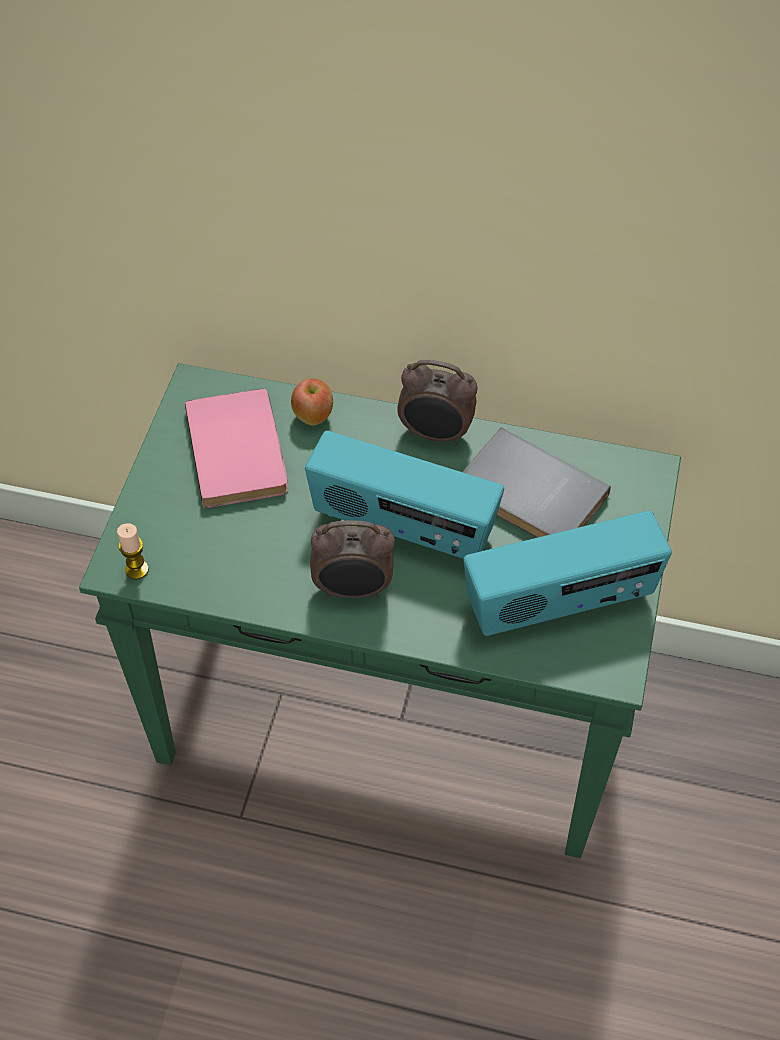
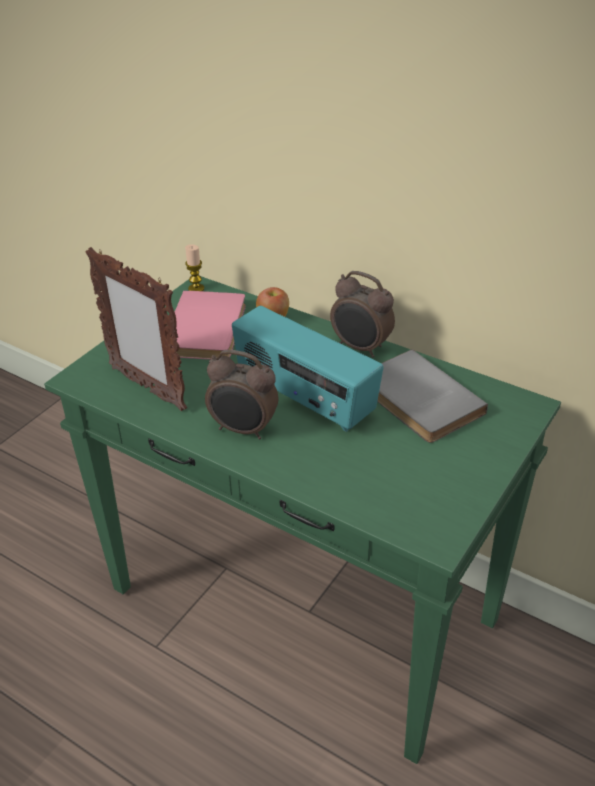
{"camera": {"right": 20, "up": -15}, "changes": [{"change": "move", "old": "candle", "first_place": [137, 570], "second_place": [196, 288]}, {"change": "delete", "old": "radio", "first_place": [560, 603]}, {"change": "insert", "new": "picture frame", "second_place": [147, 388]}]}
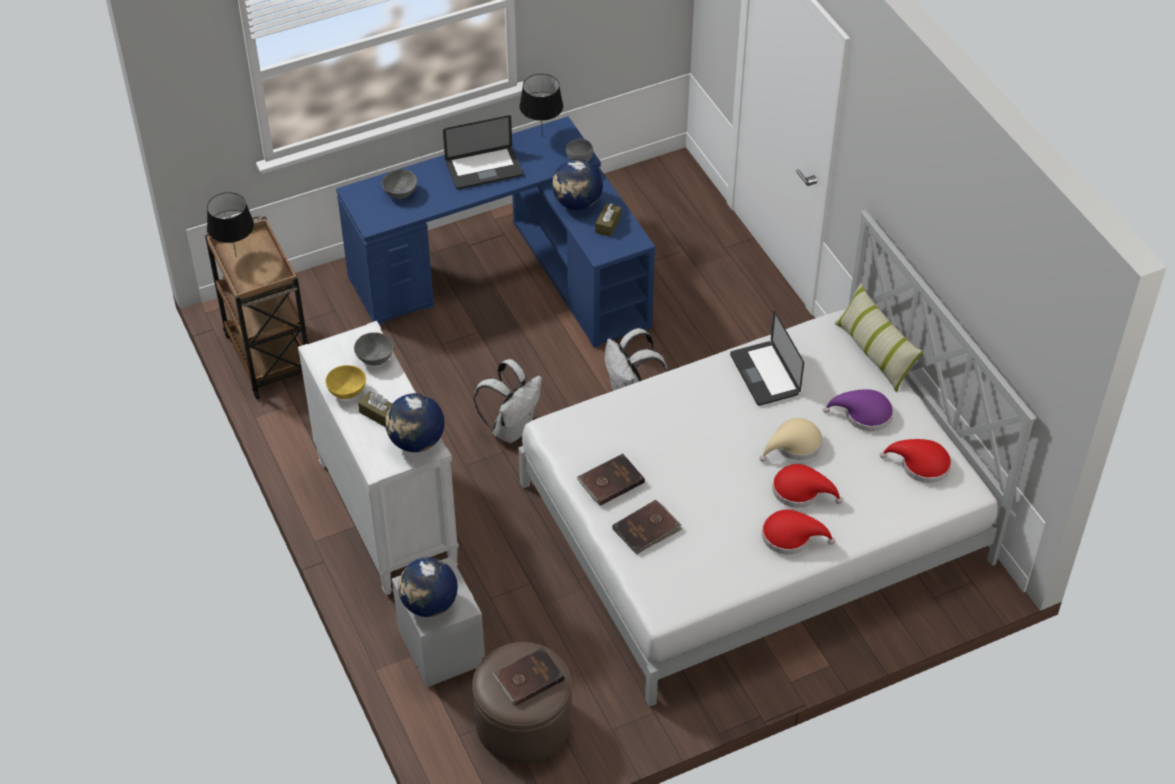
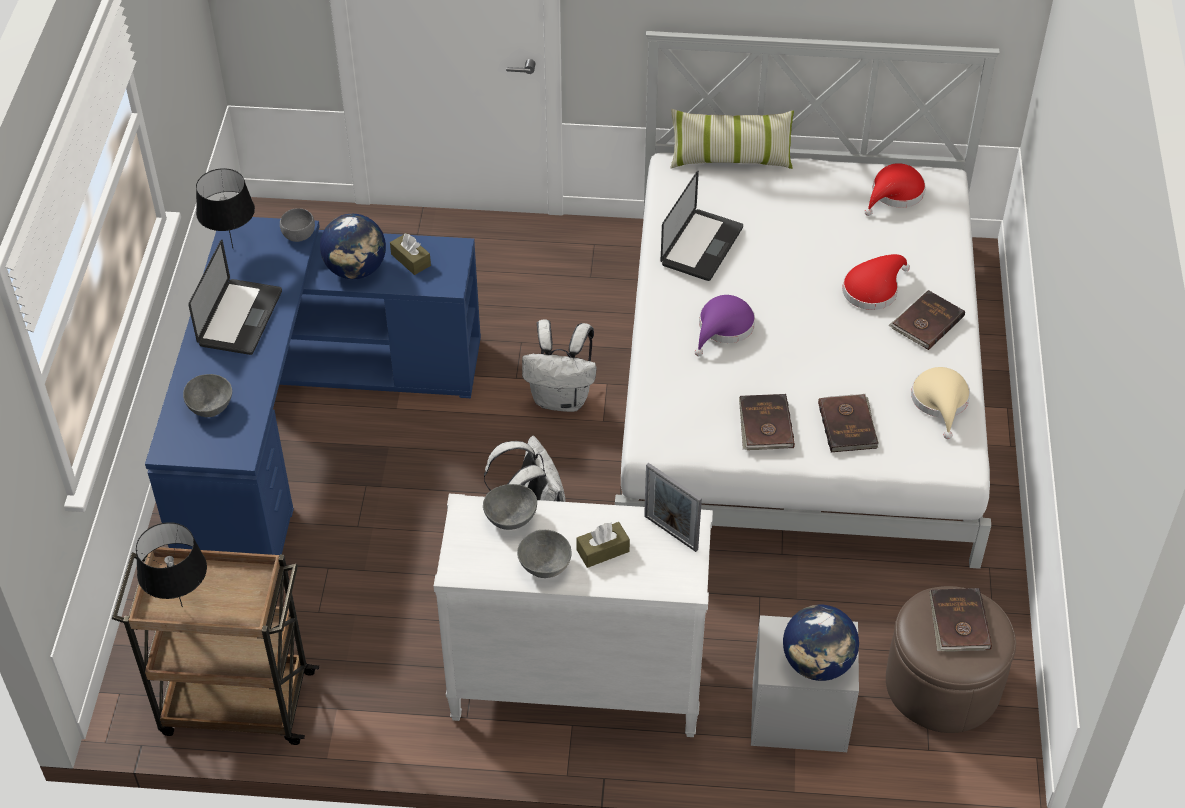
{"camera": {"right": -60, "up": 0}, "changes": [{"change": "recolor", "old": "bowl/yellow", "new": "bowl/grey", "first_place": [346, 392], "second_place": [544, 567]}, {"change": "replace", "old": "globe", "new": "picture frame", "first_place": [416, 442], "second_place": [671, 533]}, {"change": "rotate", "old": "laptop", "first_place": [764, 374], "second_place": [701, 246], "degrees": -75}, {"change": "move", "old": "hat/beige", "first_place": [794, 445], "second_place": [940, 402]}, {"change": "replace", "old": "hat/red", "new": "book/brown", "first_place": [791, 536], "second_place": [926, 322]}, {"change": "move", "old": "hat/purple", "first_place": [863, 414], "second_place": [723, 328]}]}
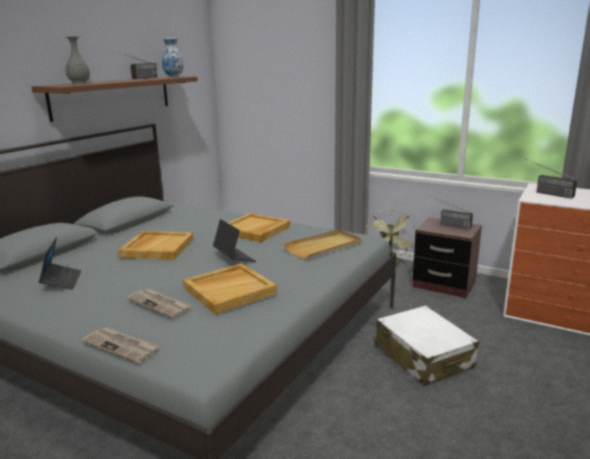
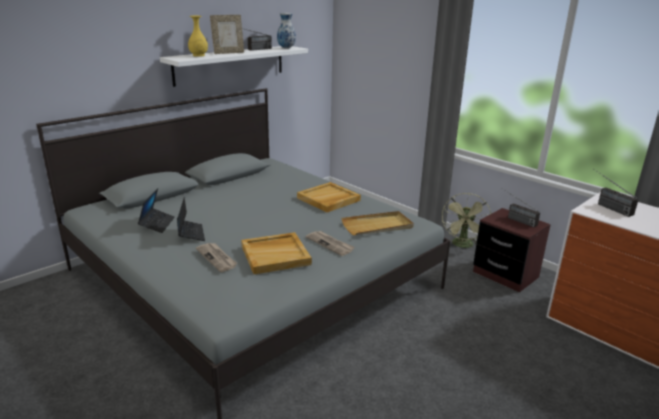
{"camera": {"right": 15, "up": 5}, "changes": [{"change": "recolor", "old": "shelf/brown", "new": "shelf/white", "first_place": [113, 96], "second_place": [230, 64]}, {"change": "recolor", "old": "vase/grey", "new": "vase/yellow", "first_place": [79, 83], "second_place": [198, 55]}, {"change": "move", "old": "newspaper", "first_place": [121, 346], "second_place": [330, 244]}, {"change": "delete", "old": "tray/beige", "first_place": [157, 248]}, {"change": "move", "old": "laptop", "first_place": [234, 258], "second_place": [190, 234]}, {"change": "delete", "old": "suitcase/white", "first_place": [423, 357]}, {"change": "insert", "new": "picture frame", "second_place": [228, 53]}]}
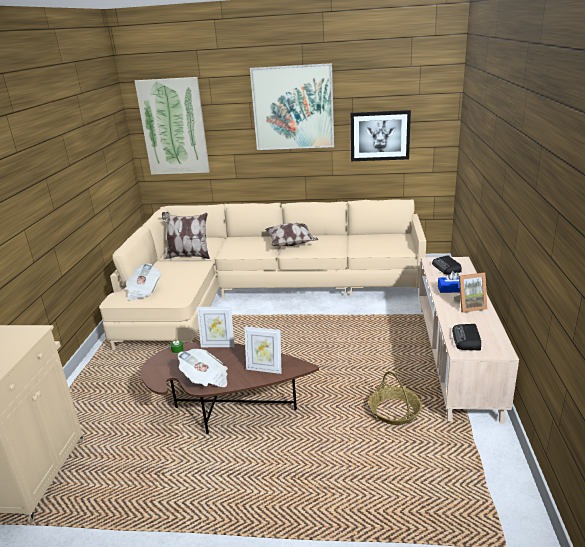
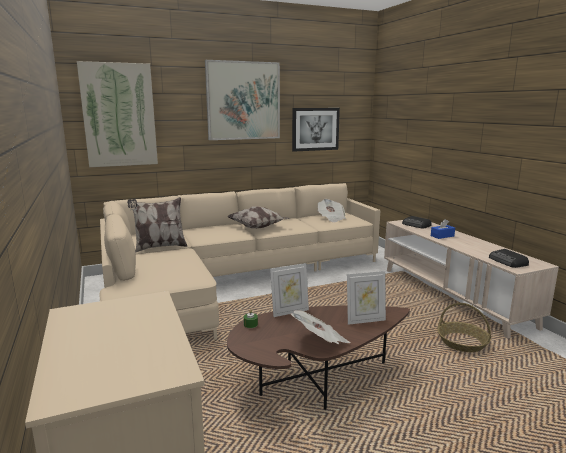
{"camera": {"right": -30, "up": -10}, "changes": [{"change": "move", "old": "newspaper", "first_place": [143, 291], "second_place": [331, 218]}, {"change": "delete", "old": "picture frame", "first_place": [469, 306]}]}
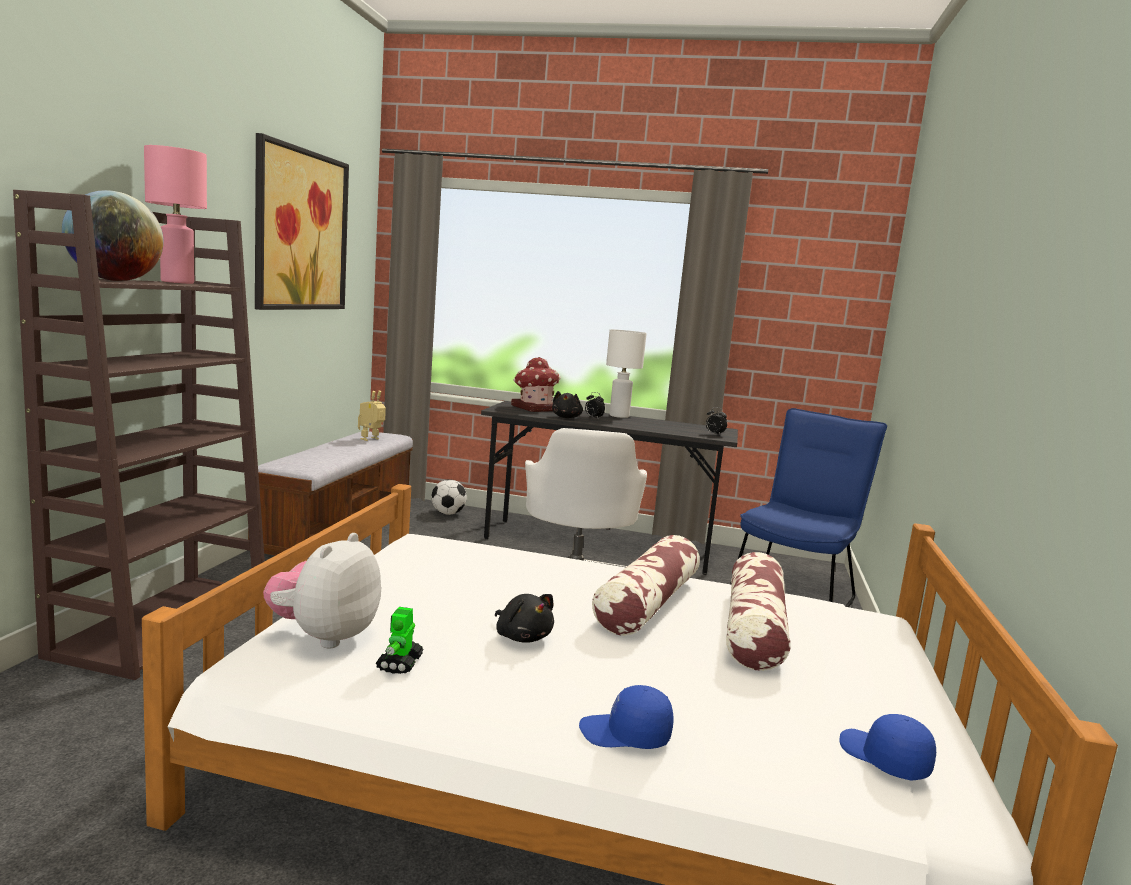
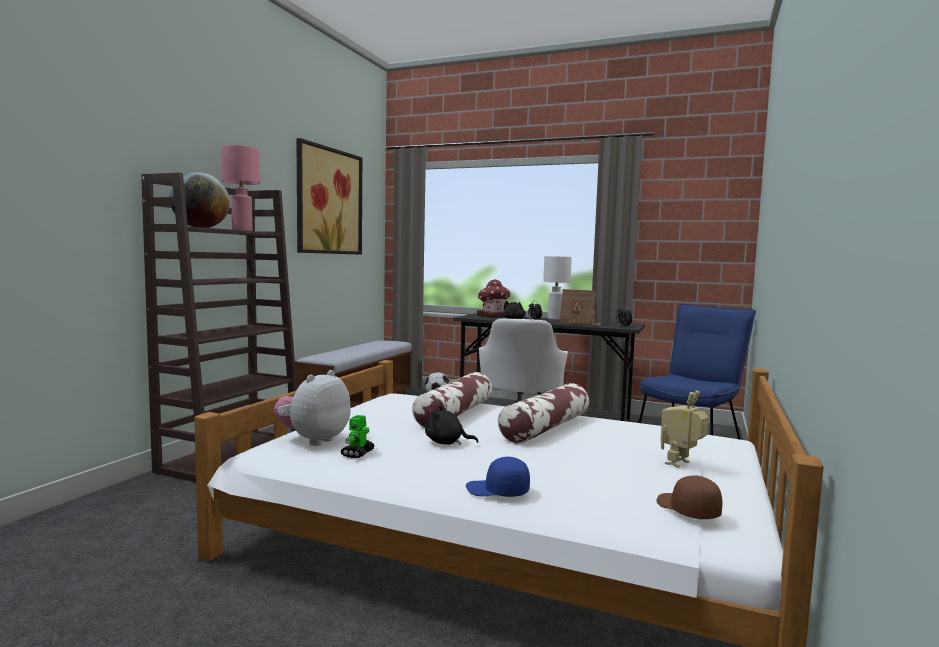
{"camera": {"right": 10, "up": -5}, "changes": [{"change": "move", "old": "toy robot", "first_place": [371, 439], "second_place": [681, 464]}, {"change": "rotate", "old": "plush toy/black", "first_place": [522, 637], "second_place": [446, 443], "degrees": 135}, {"change": "move", "old": "pillow", "first_place": [754, 629], "second_place": [454, 414]}, {"change": "recolor", "old": "cap/blue", "new": "cap/brown", "first_place": [883, 759], "second_place": [687, 510]}, {"change": "insert", "new": "toy house", "second_place": [580, 323]}]}
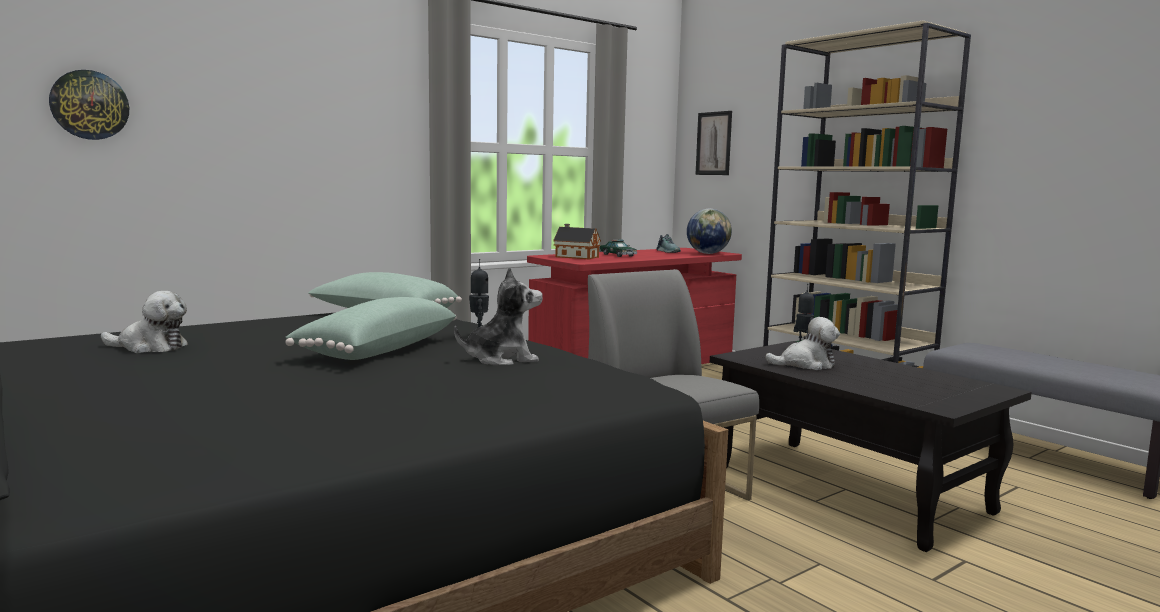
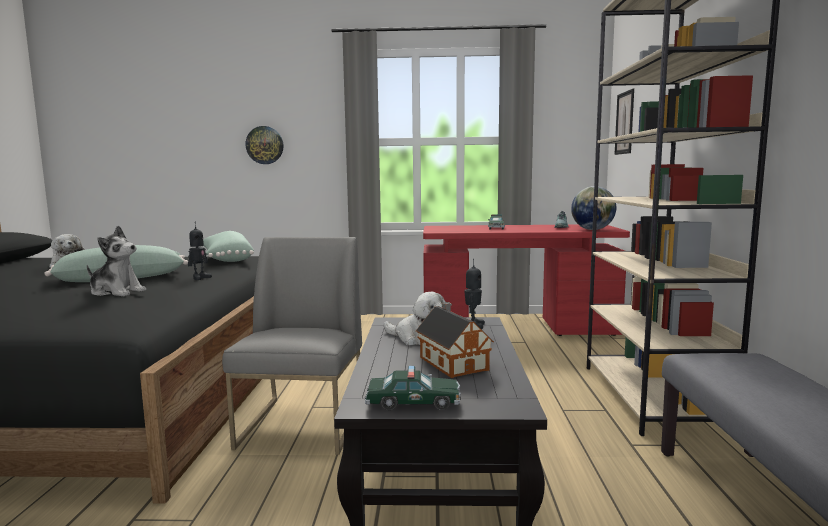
{"camera": {"right": 40, "up": 0}, "changes": [{"change": "move", "old": "wall clock", "first_place": [89, 105], "second_place": [264, 145]}, {"change": "move", "old": "toy house", "first_place": [575, 257], "second_place": [452, 362]}, {"change": "insert", "new": "toy car", "second_place": [413, 402]}]}
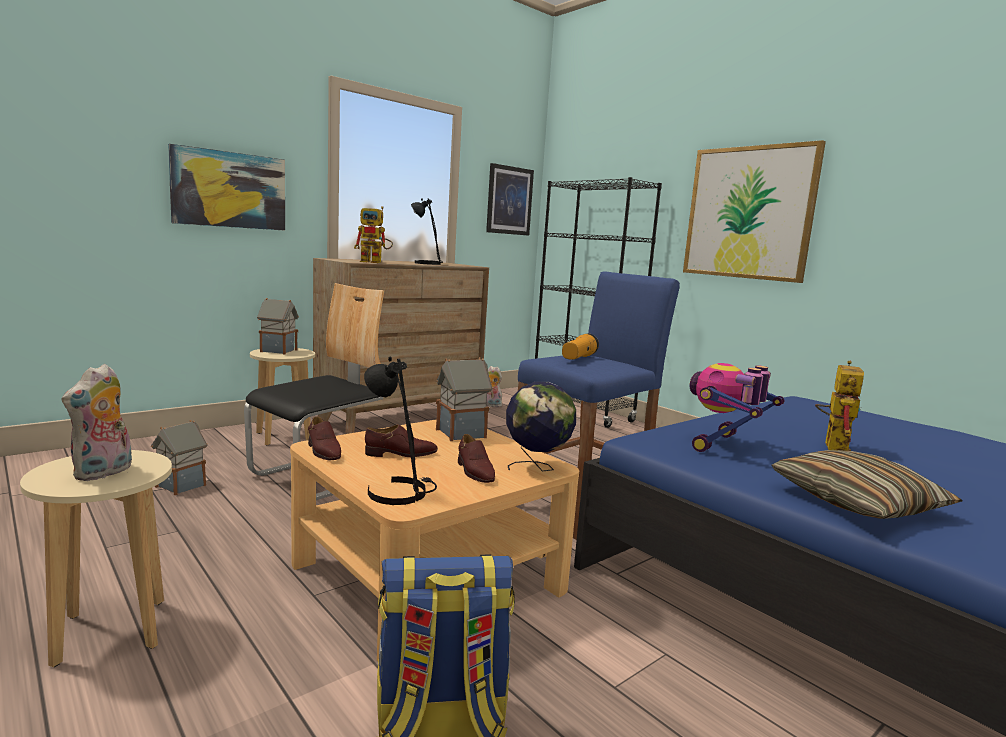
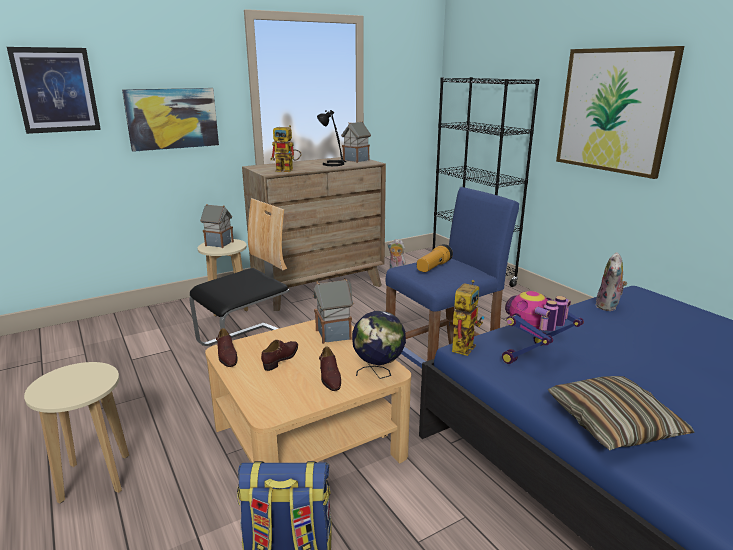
{"camera": {"right": 10, "up": 10}, "changes": [{"change": "move", "old": "plush toy", "first_place": [104, 473], "second_place": [608, 306]}, {"change": "move", "old": "toy house", "first_place": [181, 485], "second_place": [356, 160]}, {"change": "delete", "old": "table lamp/black", "first_place": [399, 491]}, {"change": "rotate", "old": "shoe/brown", "first_place": [401, 454], "second_place": [281, 358], "degrees": -60}, {"change": "move", "old": "picture", "first_place": [509, 200], "second_place": [56, 90]}, {"change": "move", "old": "toy robot", "first_place": [832, 445], "second_place": [463, 345]}]}
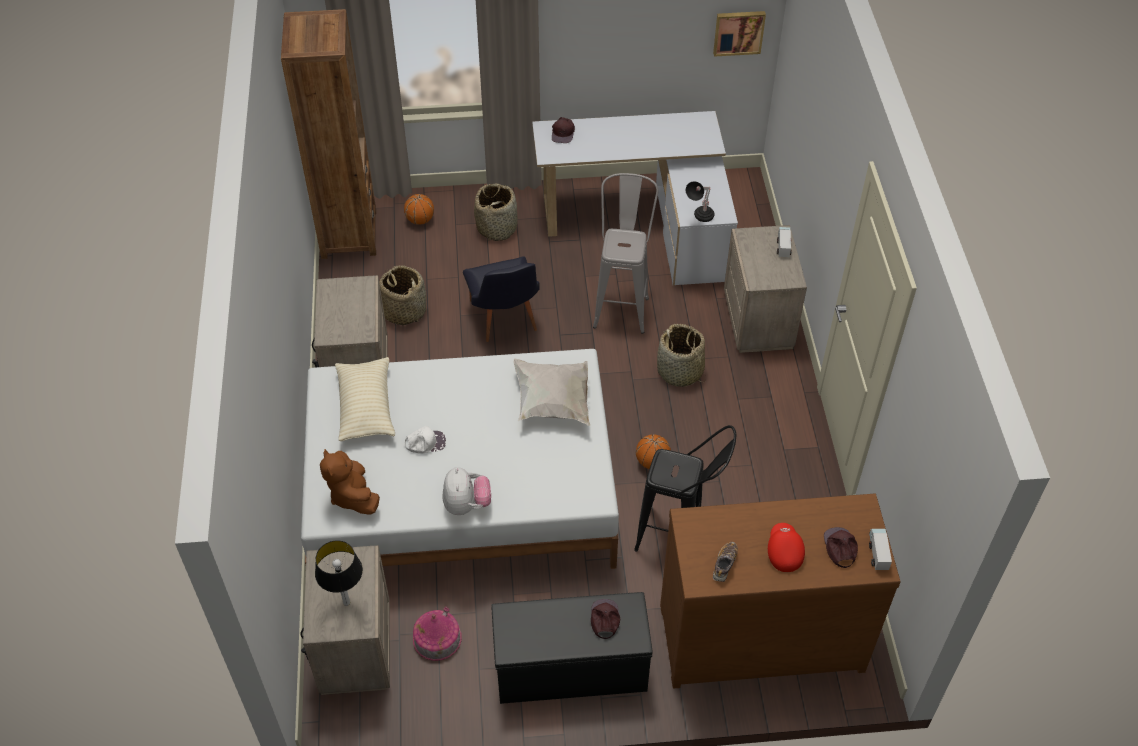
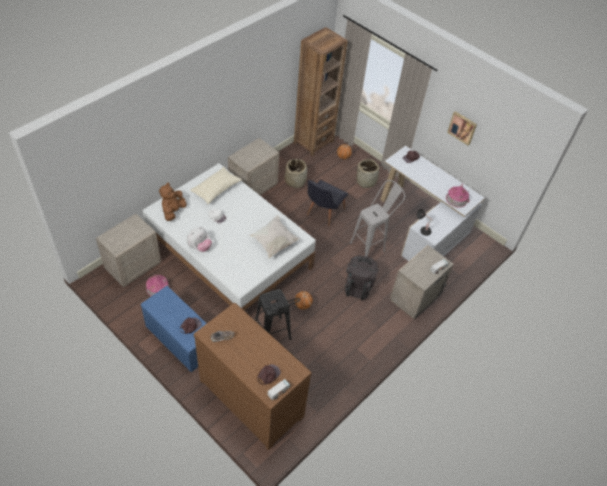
{"camera": {"right": 45, "up": 0}, "changes": [{"change": "delete", "old": "table lamp", "first_place": [347, 602]}, {"change": "recolor", "old": "bench/black", "new": "bench/blue", "first_place": [569, 668], "second_place": [179, 339]}, {"change": "replace", "old": "basket", "new": "backpack/black", "first_place": [680, 372], "second_place": [358, 286]}, {"change": "move", "old": "picture", "first_place": [738, 32], "second_place": [462, 127]}, {"change": "delete", "old": "cap/red", "first_place": [783, 552]}, {"change": "insert", "new": "toy house", "second_place": [456, 199]}]}
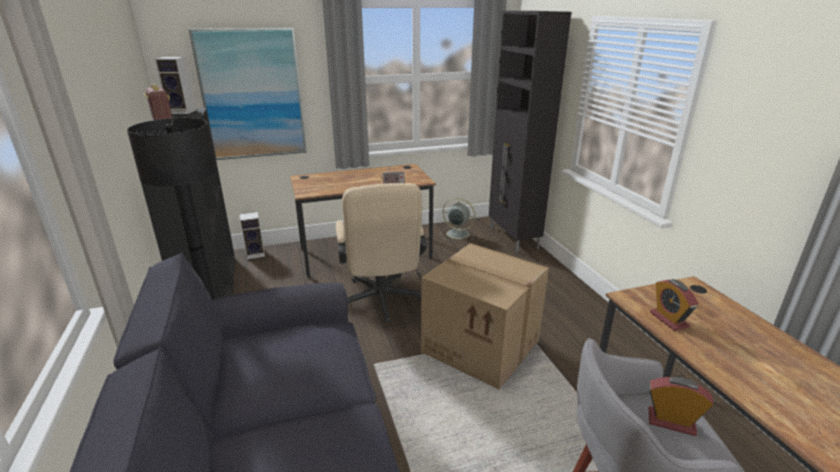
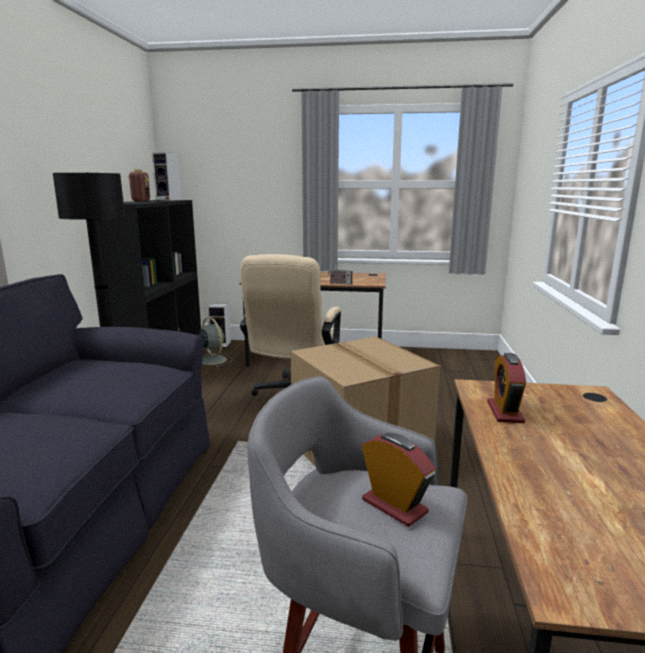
{"camera": {"right": 25, "up": -10}, "changes": [{"change": "delete", "old": "picture", "first_place": [252, 95]}, {"change": "move", "old": "fan/grey", "first_place": [456, 234], "second_place": [212, 360]}, {"change": "delete", "old": "cabinet/black", "first_place": [513, 238]}]}
